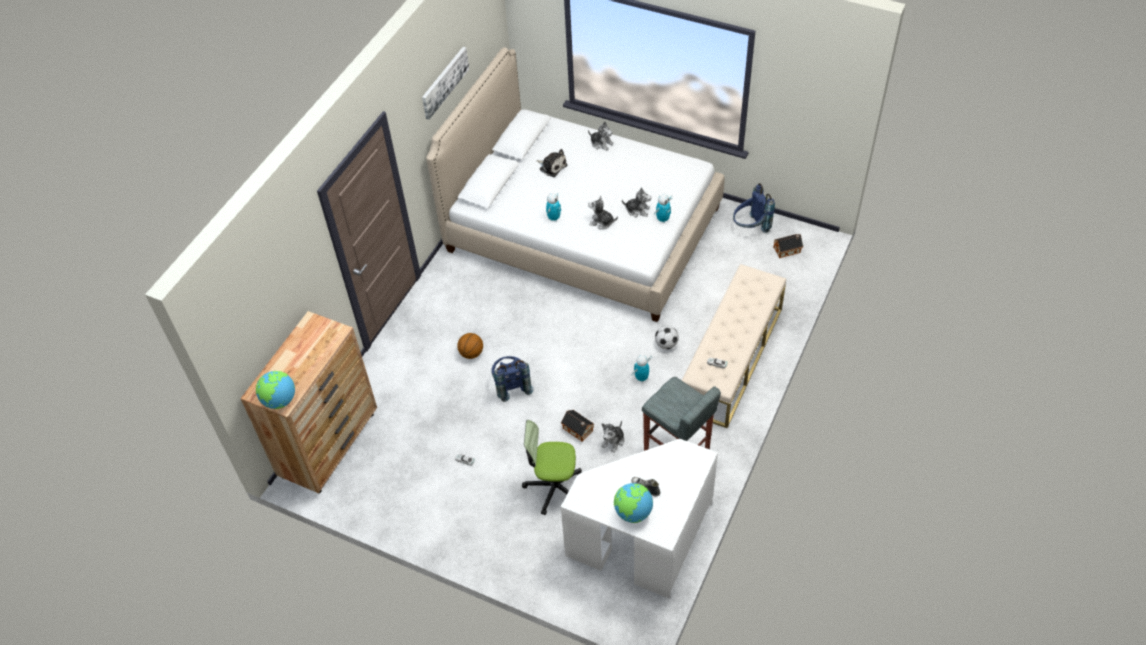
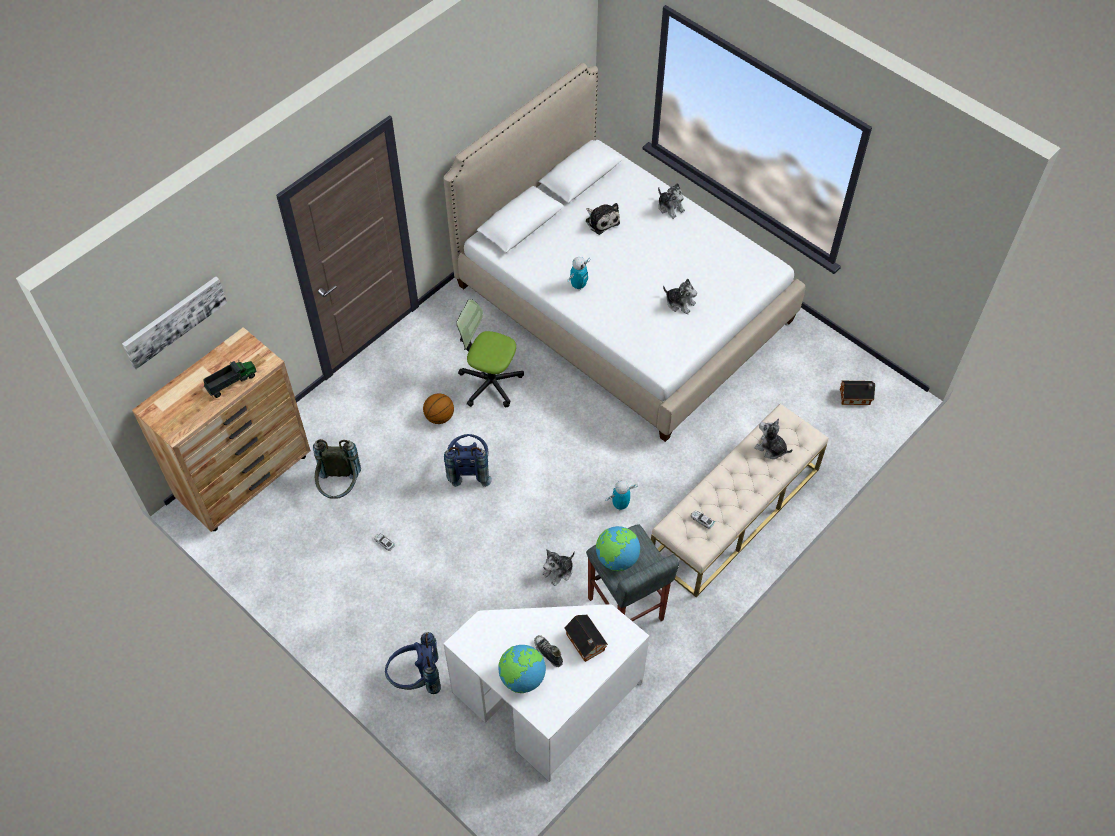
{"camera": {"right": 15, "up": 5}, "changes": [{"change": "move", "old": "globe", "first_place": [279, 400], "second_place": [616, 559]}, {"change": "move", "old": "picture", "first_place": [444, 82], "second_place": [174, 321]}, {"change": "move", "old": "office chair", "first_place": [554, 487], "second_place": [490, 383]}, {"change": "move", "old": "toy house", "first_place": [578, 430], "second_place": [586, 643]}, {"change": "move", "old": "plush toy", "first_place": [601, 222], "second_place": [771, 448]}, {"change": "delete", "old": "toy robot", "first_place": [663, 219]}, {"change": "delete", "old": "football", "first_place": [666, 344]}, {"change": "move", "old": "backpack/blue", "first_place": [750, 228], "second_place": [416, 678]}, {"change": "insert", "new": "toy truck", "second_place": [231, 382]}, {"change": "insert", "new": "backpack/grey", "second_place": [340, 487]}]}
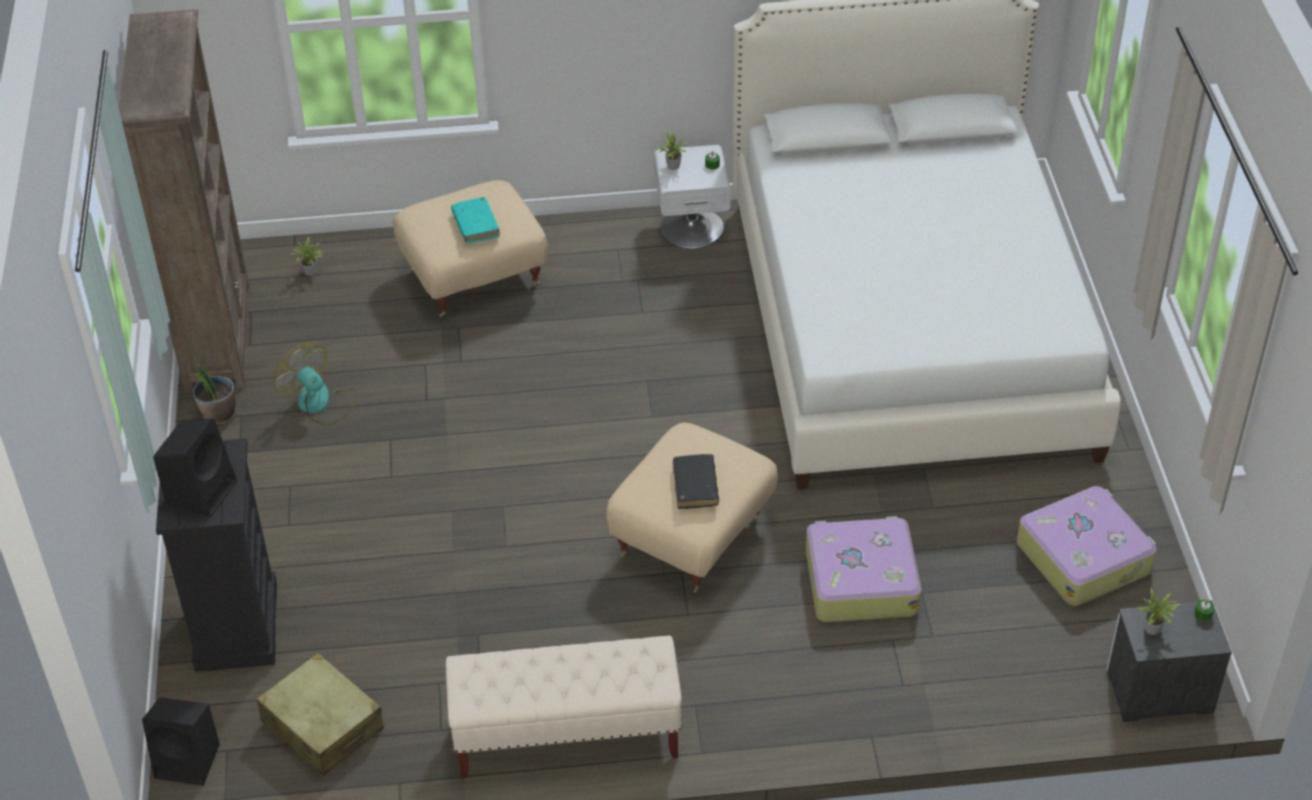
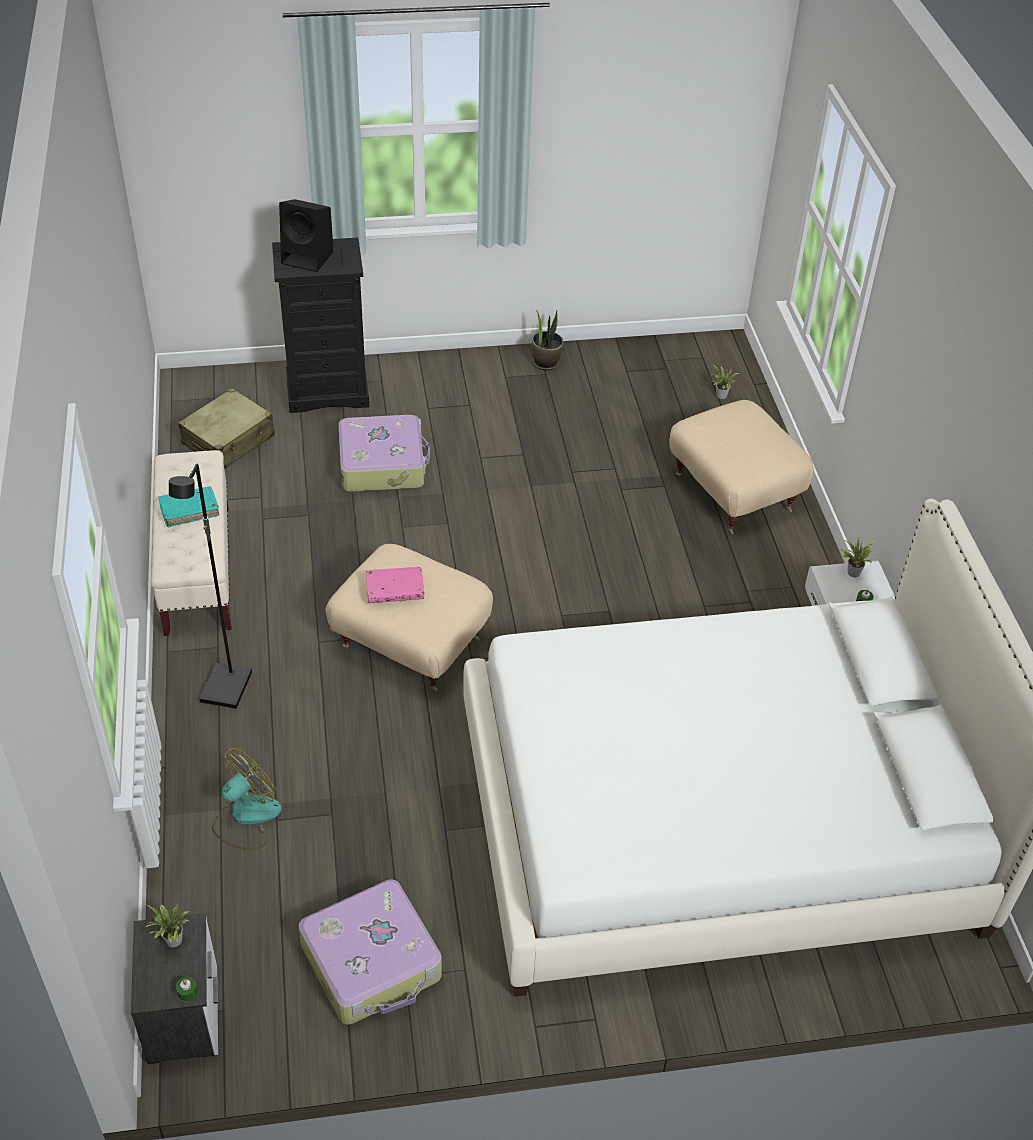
{"camera": {"right": 85, "up": 0}, "changes": [{"change": "delete", "old": "bookcase/brown", "first_place": [218, 336]}, {"change": "delete", "old": "speaker/black", "first_place": [189, 761]}, {"change": "move", "old": "fan", "first_place": [320, 403], "second_place": [246, 817]}, {"change": "move", "old": "book/turquoise", "first_place": [476, 225], "second_place": [189, 510]}, {"change": "recolor", "old": "book/black", "new": "book/pink", "first_place": [695, 486], "second_place": [395, 590]}, {"change": "move", "old": "suitcase", "first_place": [860, 581], "second_place": [383, 464]}, {"change": "insert", "new": "floor lamp/black", "second_place": [227, 689]}]}
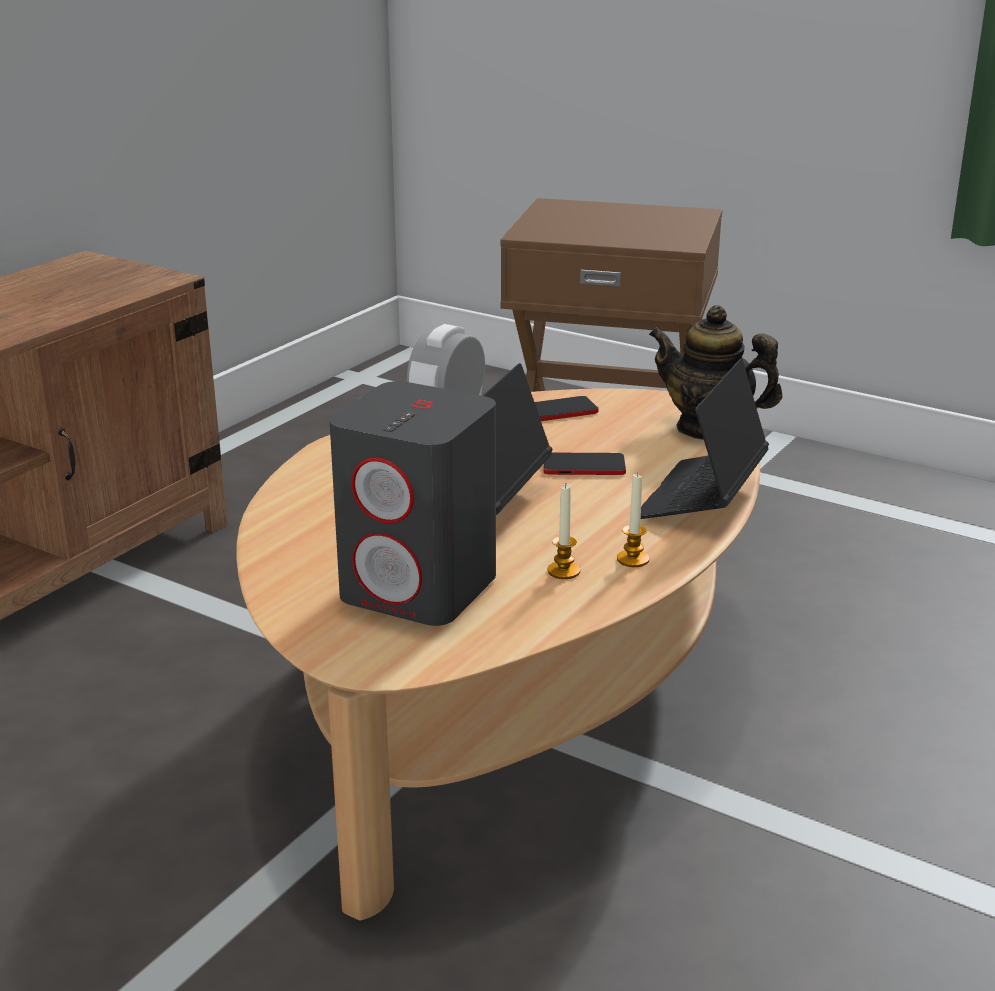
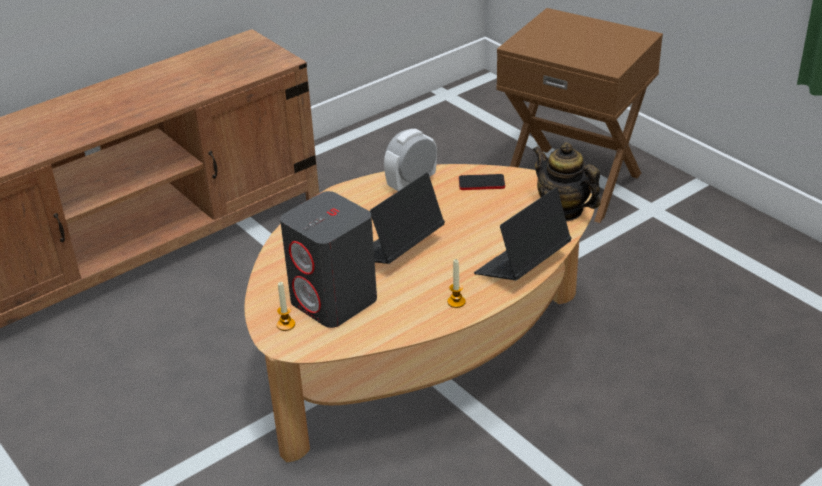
{"camera": {"right": 20, "up": 10}, "changes": [{"change": "delete", "old": "phone", "first_place": [584, 466]}, {"change": "move", "old": "candle", "first_place": [563, 571], "second_place": [286, 325]}]}
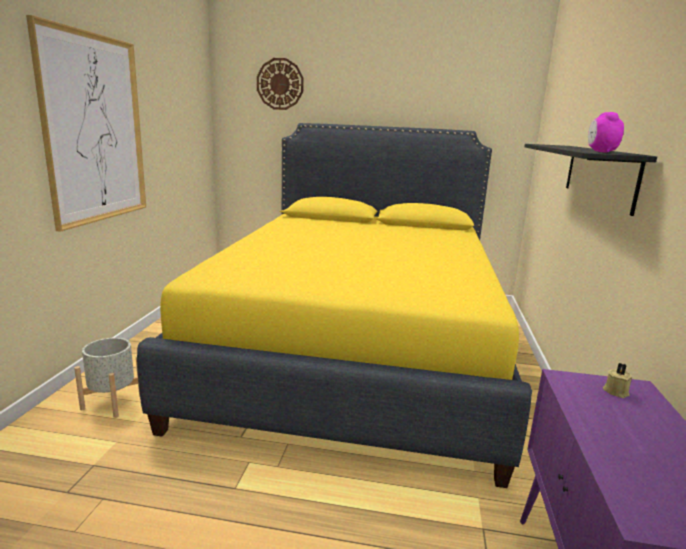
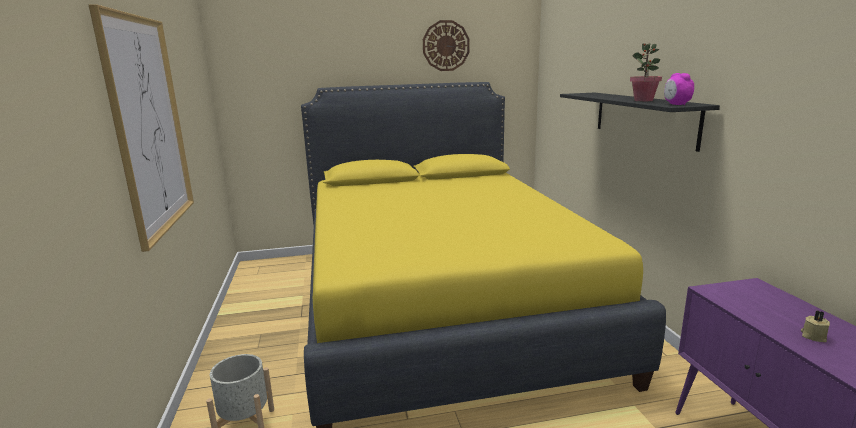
{"camera": {"right": -20, "up": 0}, "changes": [{"change": "move", "old": "wall clock", "first_place": [280, 84], "second_place": [446, 46]}, {"change": "move", "old": "candle/beige", "first_place": [615, 391], "second_place": [813, 336]}, {"change": "insert", "new": "potted plant", "second_place": [643, 100]}]}
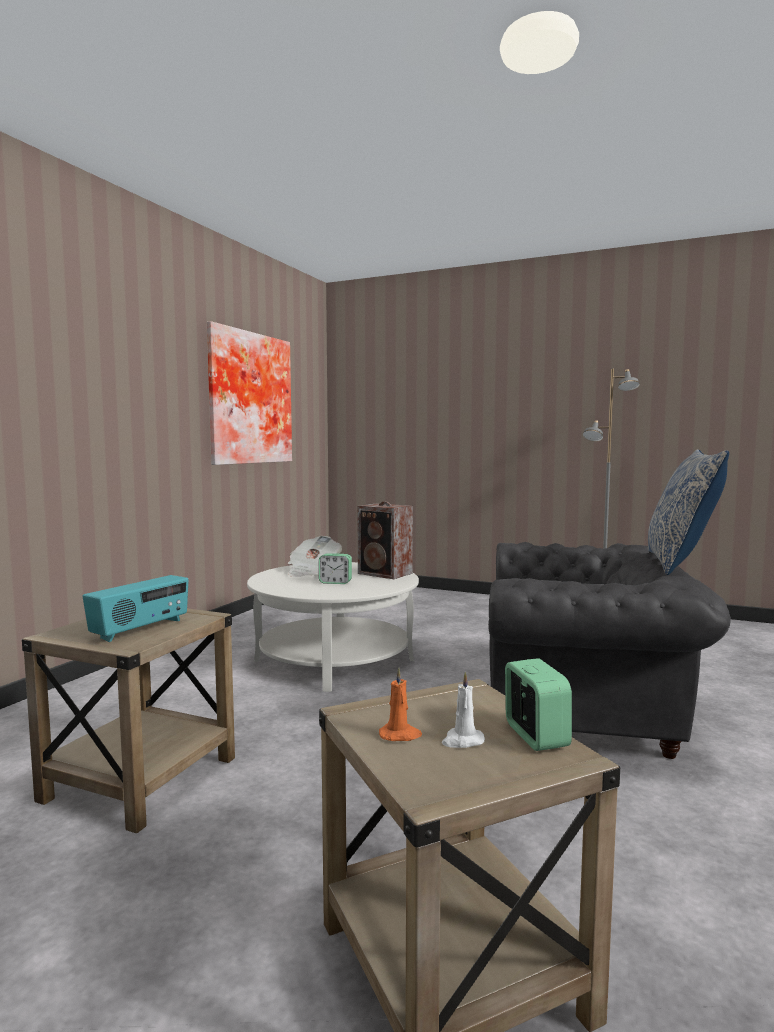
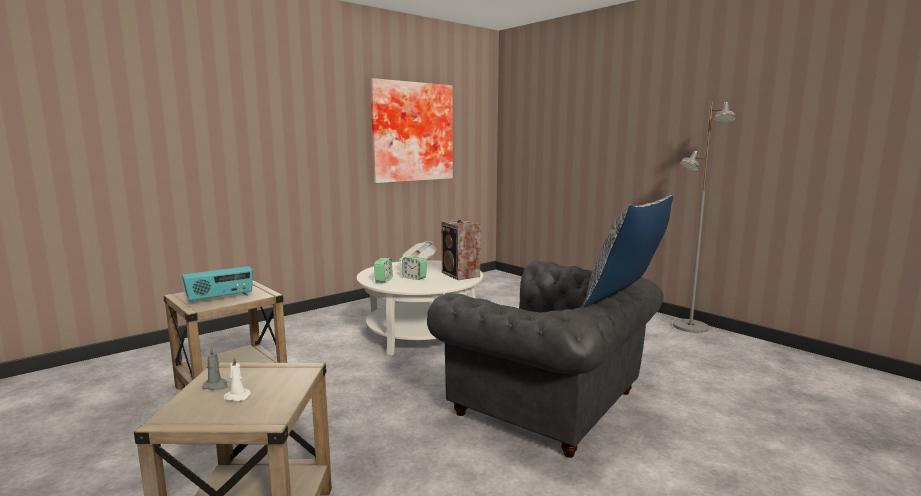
{"camera": {"right": 25, "up": 5}, "changes": [{"change": "recolor", "old": "candle/orange", "new": "candle/grey", "first_place": [400, 735], "second_place": [216, 386]}, {"change": "move", "old": "alarm clock", "first_place": [535, 736], "second_place": [383, 280]}]}
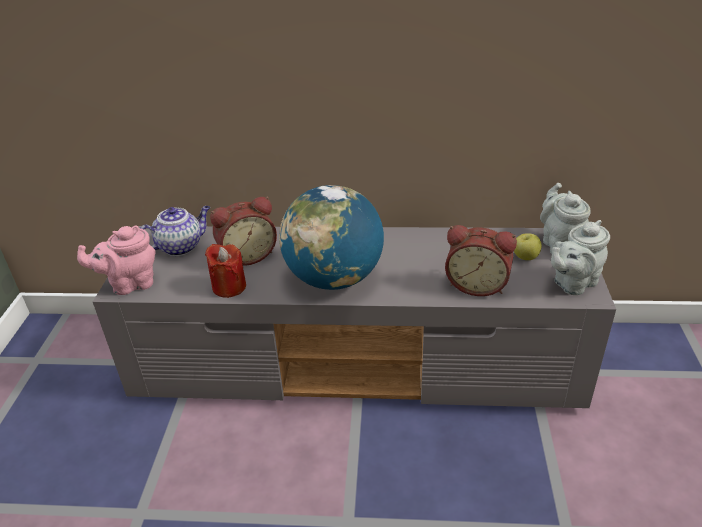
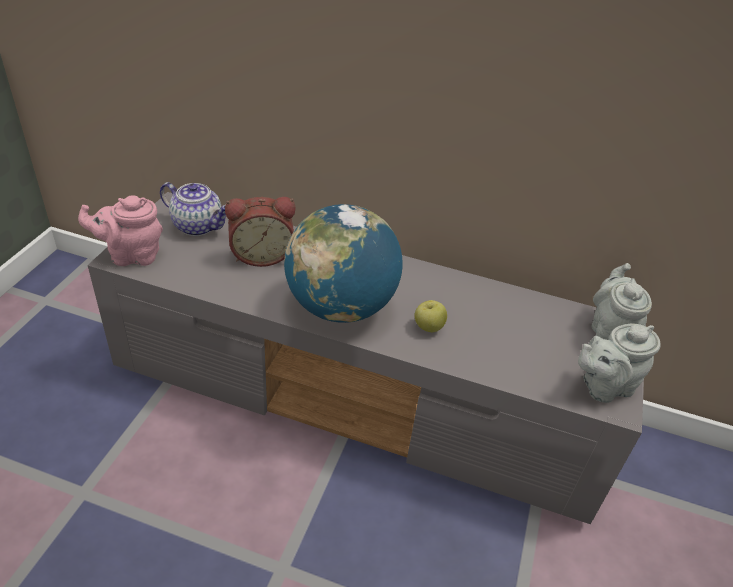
{"camera": {"right": 10, "up": 5}, "changes": [{"change": "rotate", "old": "teapot", "first_place": [180, 246], "second_place": [199, 226], "degrees": 45}, {"change": "delete", "old": "candle/red", "first_place": [229, 287]}, {"change": "delete", "old": "alarm clock", "first_place": [477, 284]}, {"change": "move", "old": "apple", "first_place": [525, 257], "second_place": [428, 327]}]}
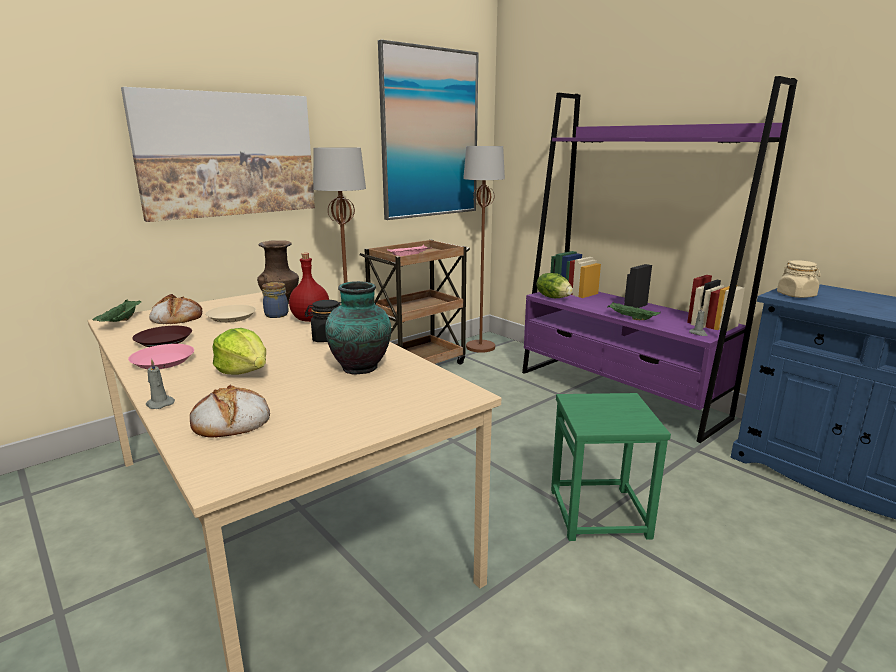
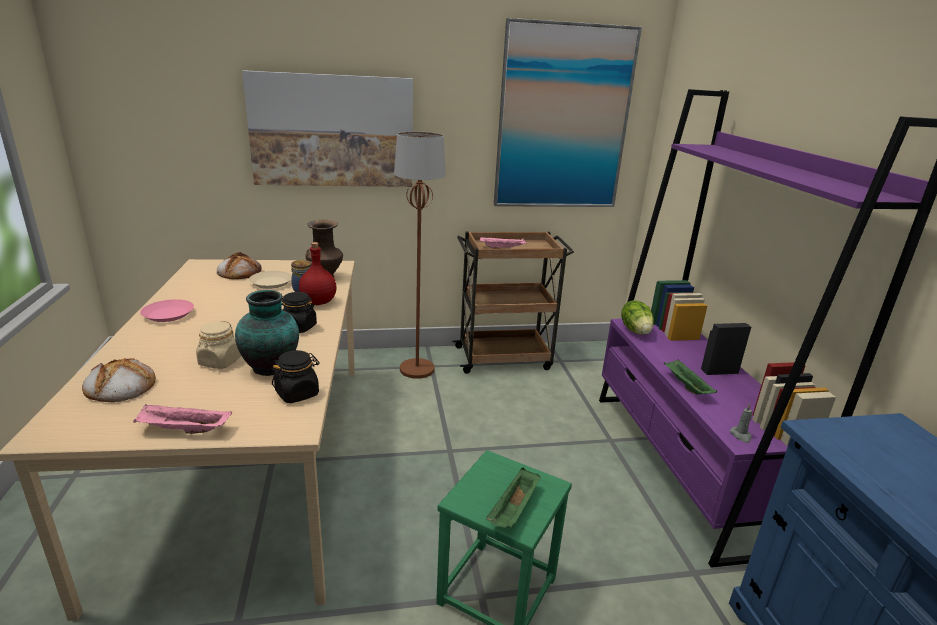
{"camera": {"right": 30, "up": 5}, "changes": [{"change": "move", "old": "tray/green", "first_place": [121, 322], "second_place": [514, 510]}, {"change": "delete", "old": "plate/brown", "first_place": [164, 341]}, {"change": "delete", "old": "candle/grey", "first_place": [159, 404]}, {"change": "delete", "old": "lettuce", "first_place": [244, 371]}, {"change": "delete", "old": "floor lamp/brown", "first_place": [480, 347]}, {"change": "move", "old": "jar/beige", "first_place": [796, 295], "second_place": [220, 362]}, {"change": "insert", "new": "tray/pink", "second_place": [183, 430]}, {"change": "insert", "new": "jar/black", "second_place": [297, 393]}]}
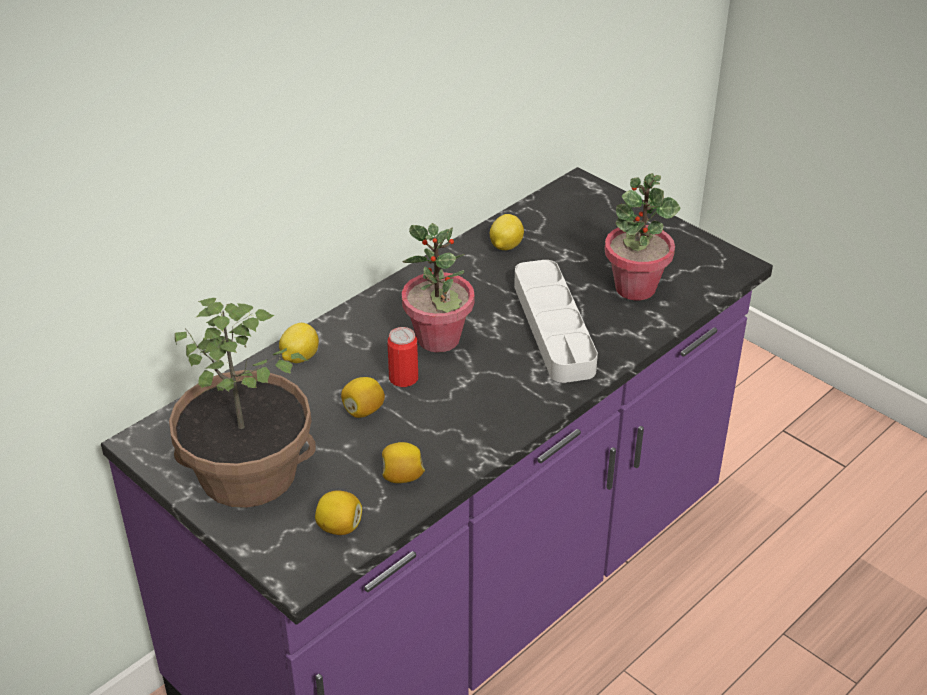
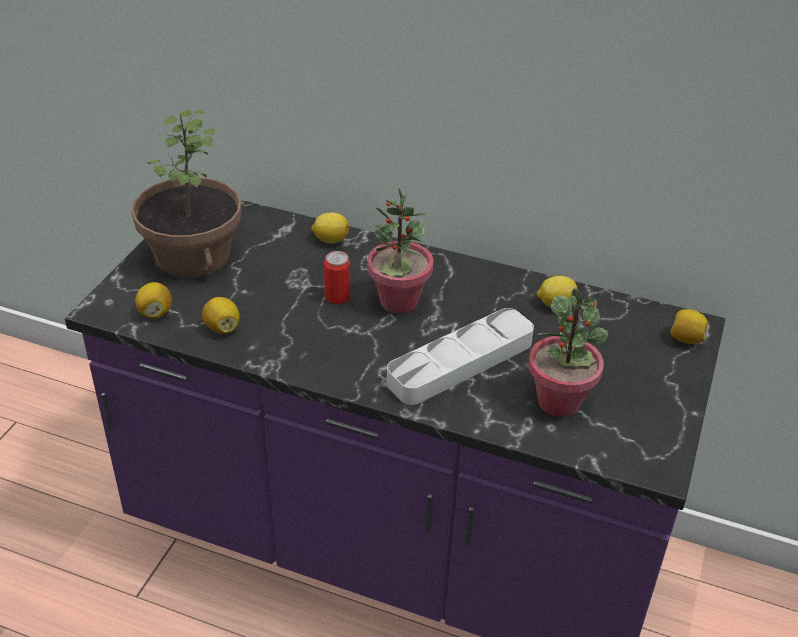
{"camera": {"right": 65, "up": 0}, "changes": [{"change": "move", "old": "lemon", "first_place": [363, 410], "second_place": [685, 339]}]}
